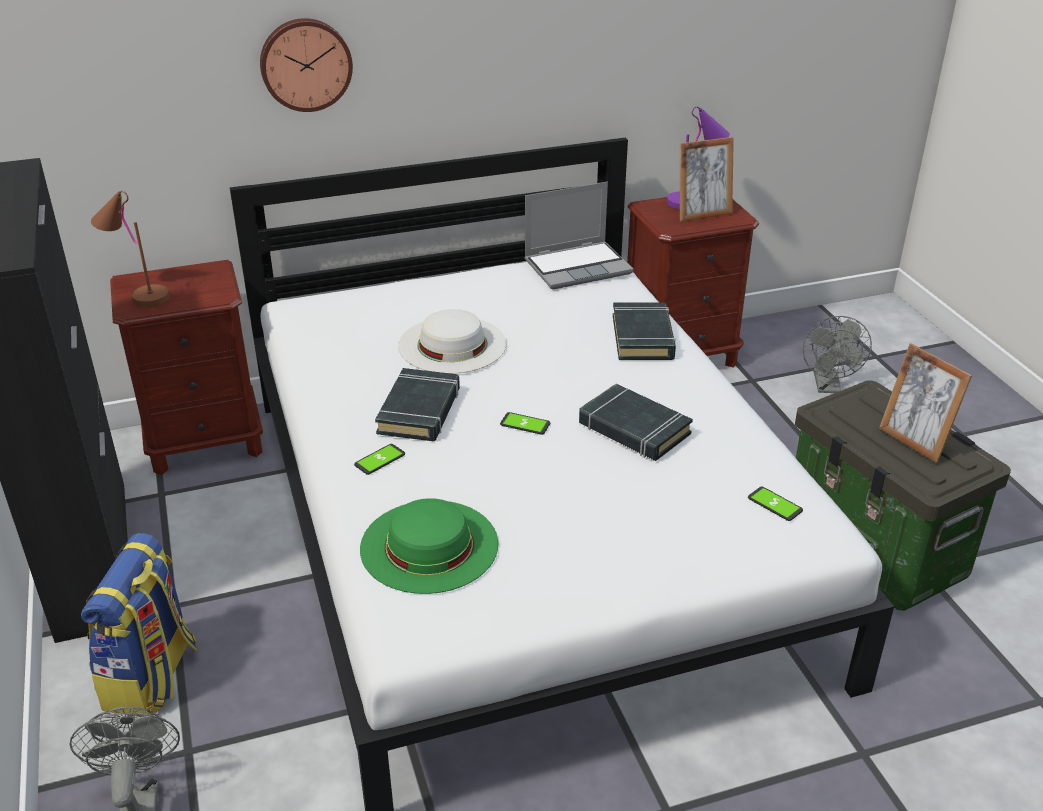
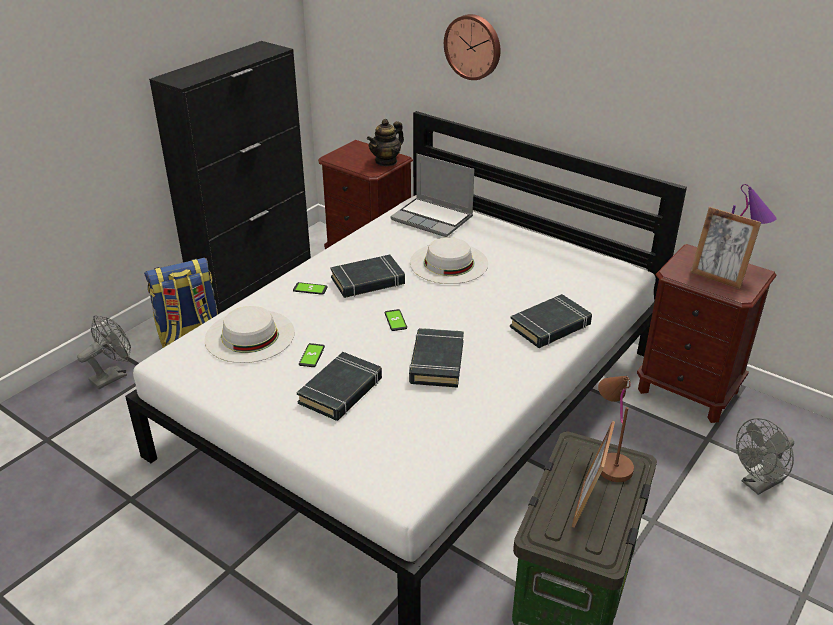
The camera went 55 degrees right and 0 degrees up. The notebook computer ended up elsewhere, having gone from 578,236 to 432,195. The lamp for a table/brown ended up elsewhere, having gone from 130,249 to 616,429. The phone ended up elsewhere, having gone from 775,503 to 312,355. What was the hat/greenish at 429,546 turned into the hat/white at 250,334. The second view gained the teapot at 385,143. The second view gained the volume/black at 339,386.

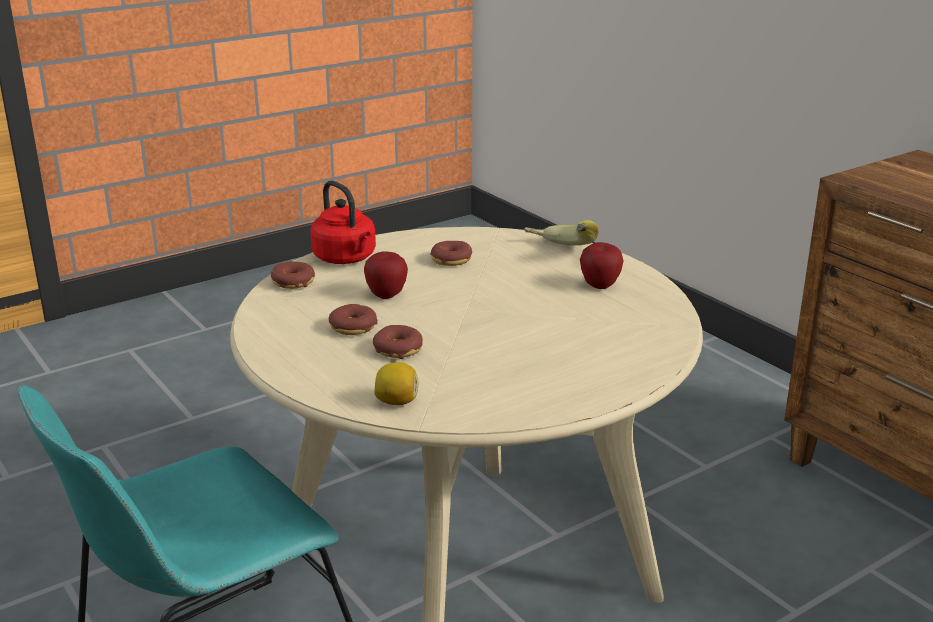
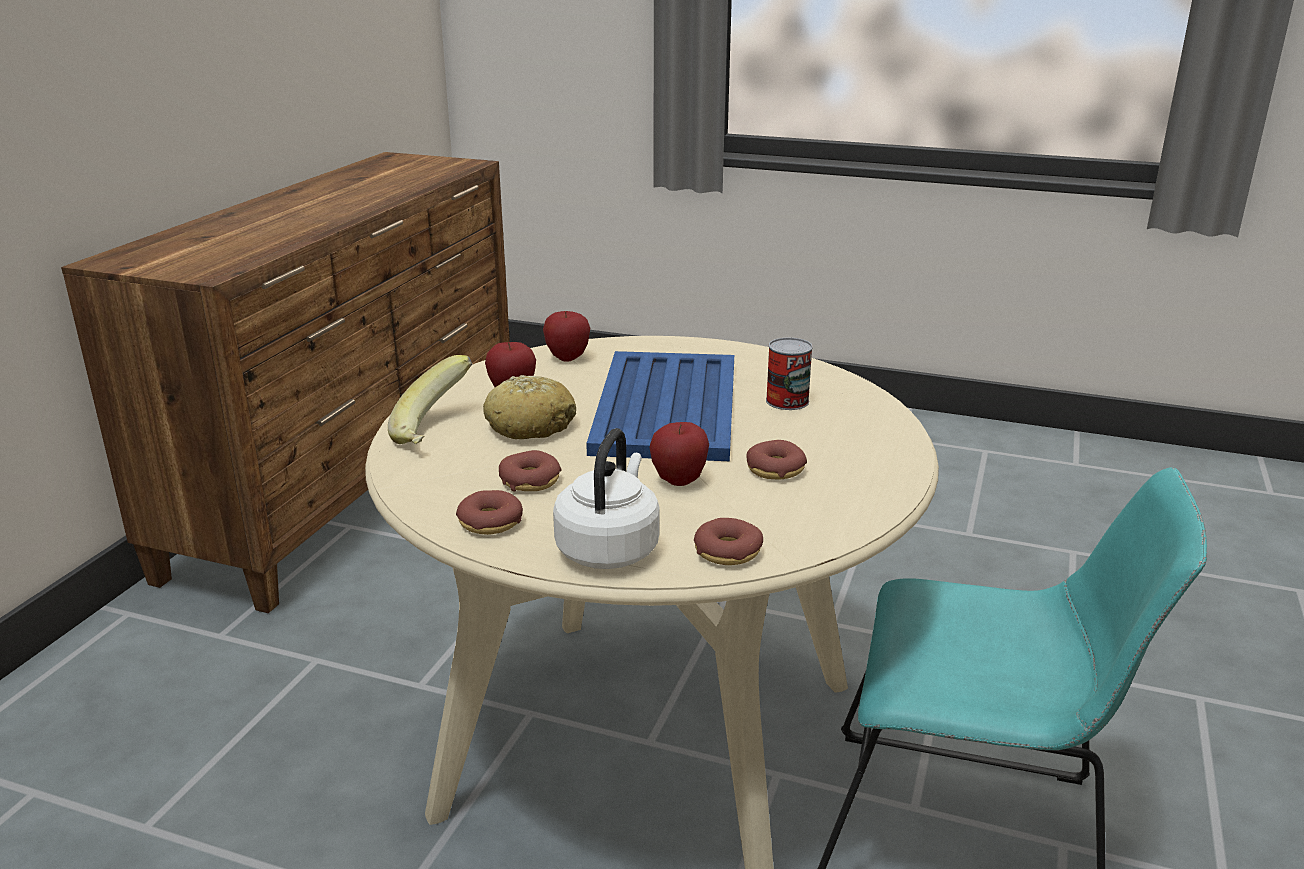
The camera went 125 degrees left and 0 degrees up. What was the water kettle/red at 343,222 turned into the water kettle/white at 606,498. The doughnut ended up elsewhere, having gone from 398,342 to 489,512. The second view lost the whole lemon at 396,383. The second view gained the apple fruit at 566,336. The second view gained the metal can at 789,373. The second view gained the serving tray/bluish at 660,406. The second view gained the bakery bread at 529,407.

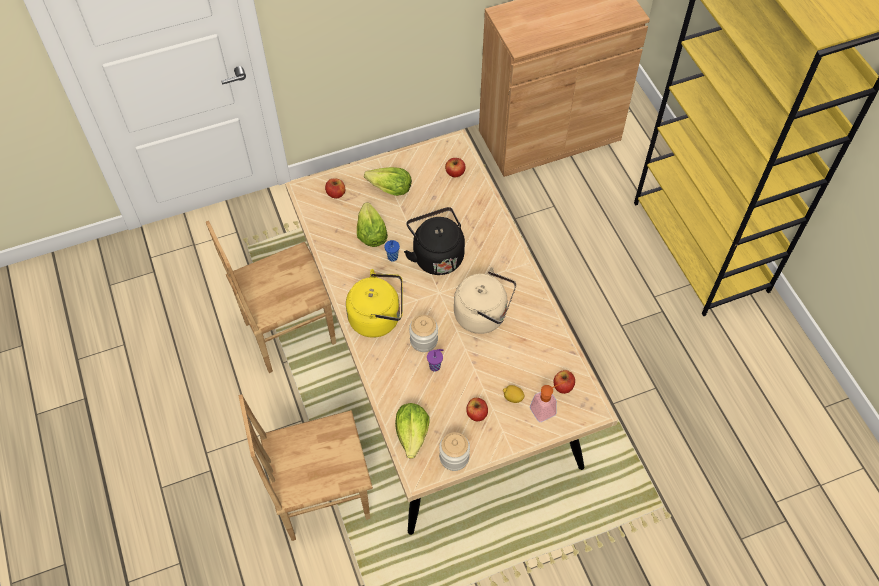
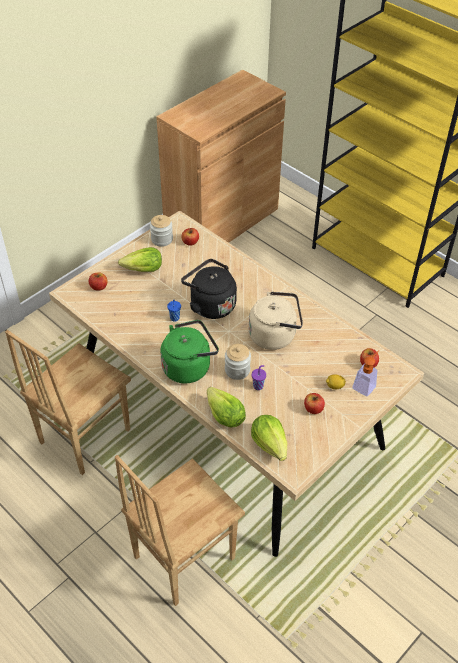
The camera went 25 degrees left and 10 degrees down. The lettuce head ended up elsewhere, having gone from 372,224 to 226,407. What was the water kettle/yellow-coloured at 374,303 turned into the water kettle/greenish at 189,351. The preserve jar ended up elsewhere, having gone from 454,451 to 161,231.

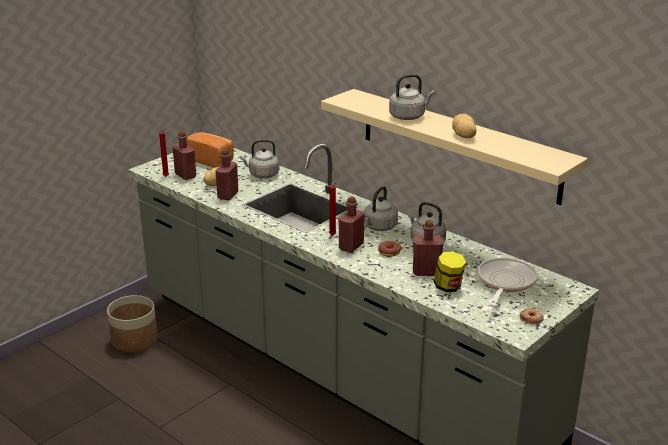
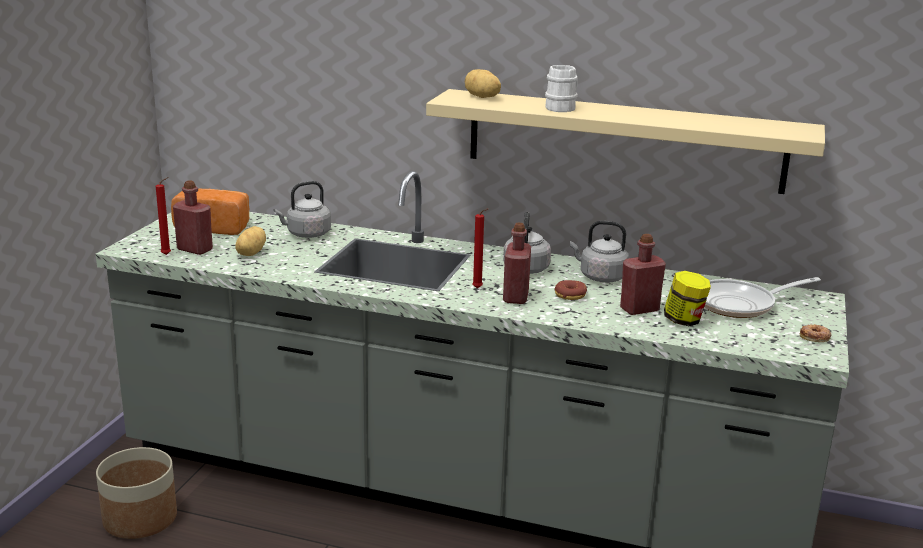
The camera went 25 degrees left and 5 degrees down. Where the water kettle/grey stood at 412,97, the coffee mug/white came to stand at 561,88. The spud ended up elsewhere, having gone from 464,126 to 483,83. The second view lost the drink bottle/red at 226,174. The skillet at 508,282 ended up facing another way, 105 degrees counterclockwise from before.

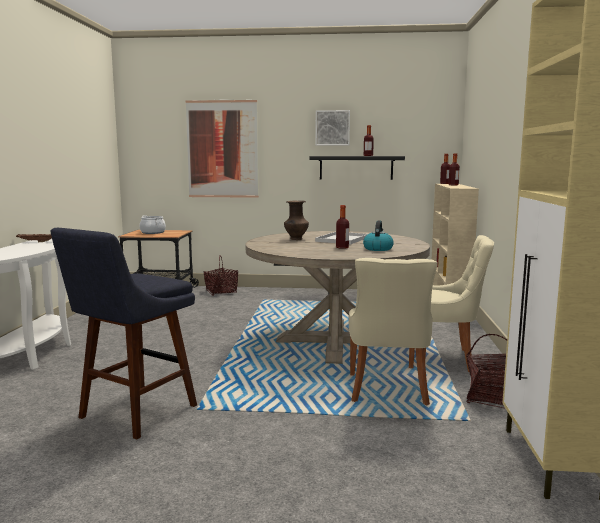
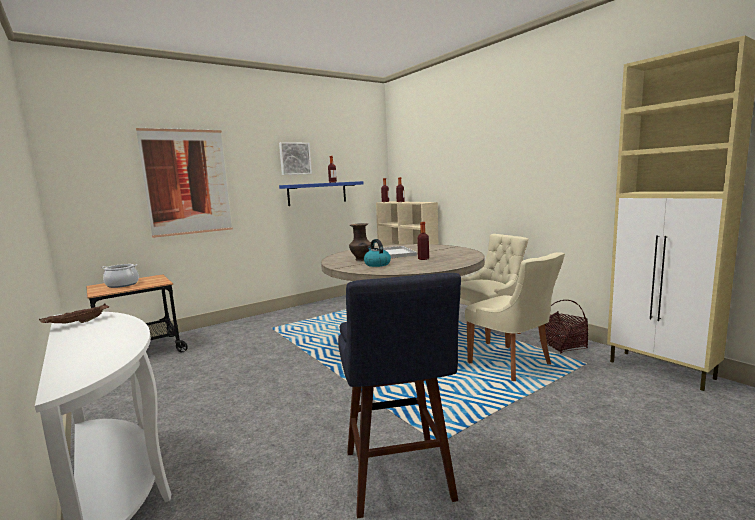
The camera went 40 degrees left and 0 degrees up. What was the shelf/black at 357,168 turned into the shelf/bluish at 321,193. The water kettle ended up elsewhere, having gone from 378,235 to 377,253. The second view lost the household basket at 221,275.

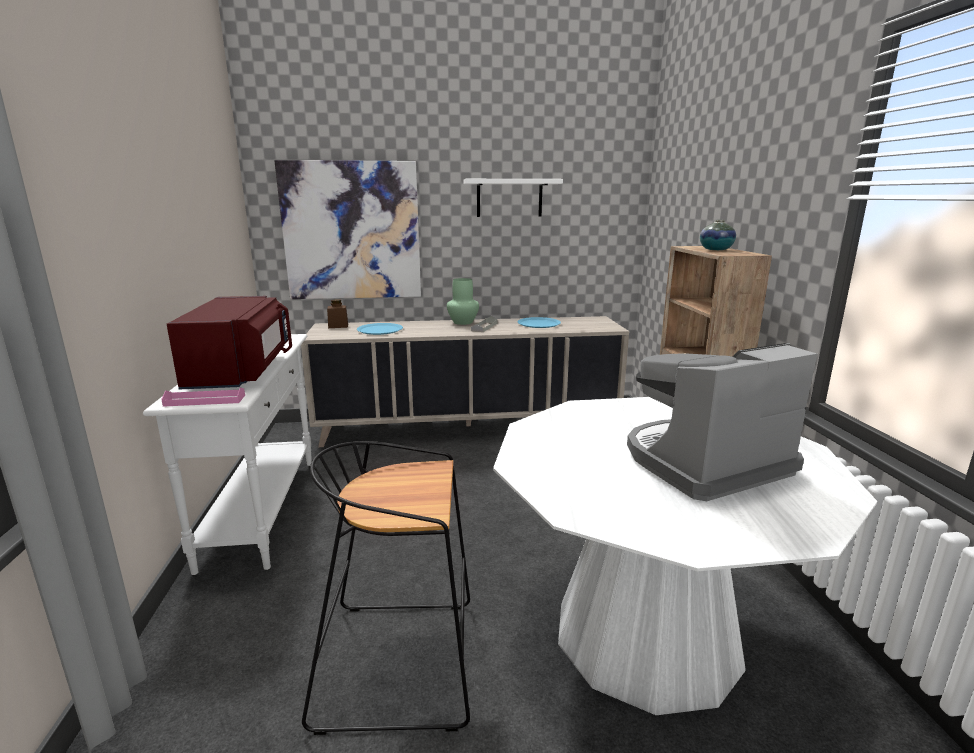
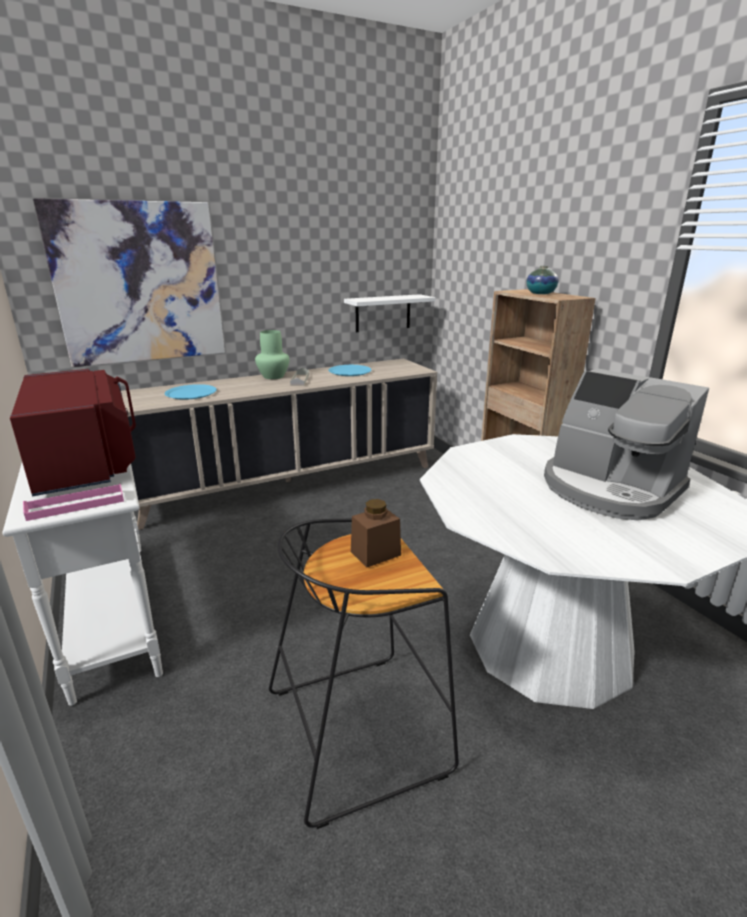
The camera went 20 degrees left and 5 degrees up. The shelf/white ended up elsewhere, having gone from 513,198 to 390,313. The preserve jar/brown ended up elsewhere, having gone from 337,313 to 376,533. The coffee machine at 722,422 ended up facing another way, 90 degrees counterclockwise from before.

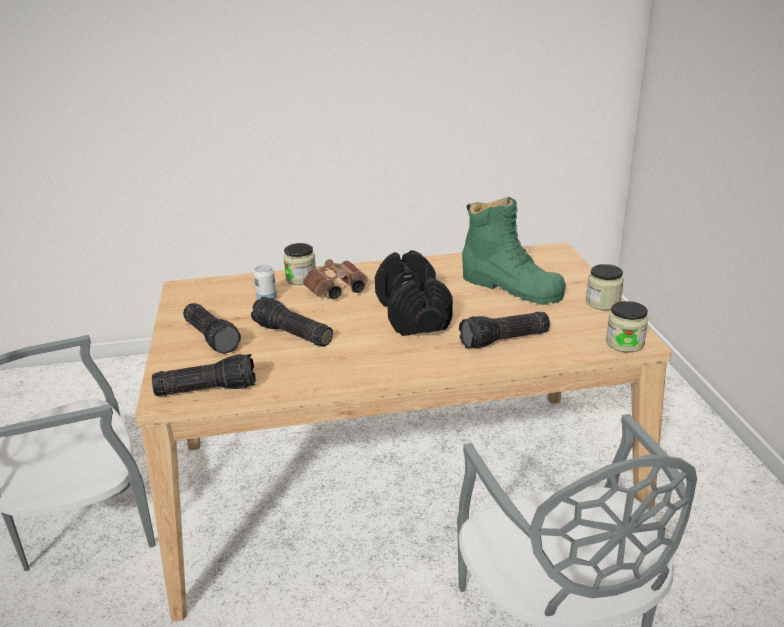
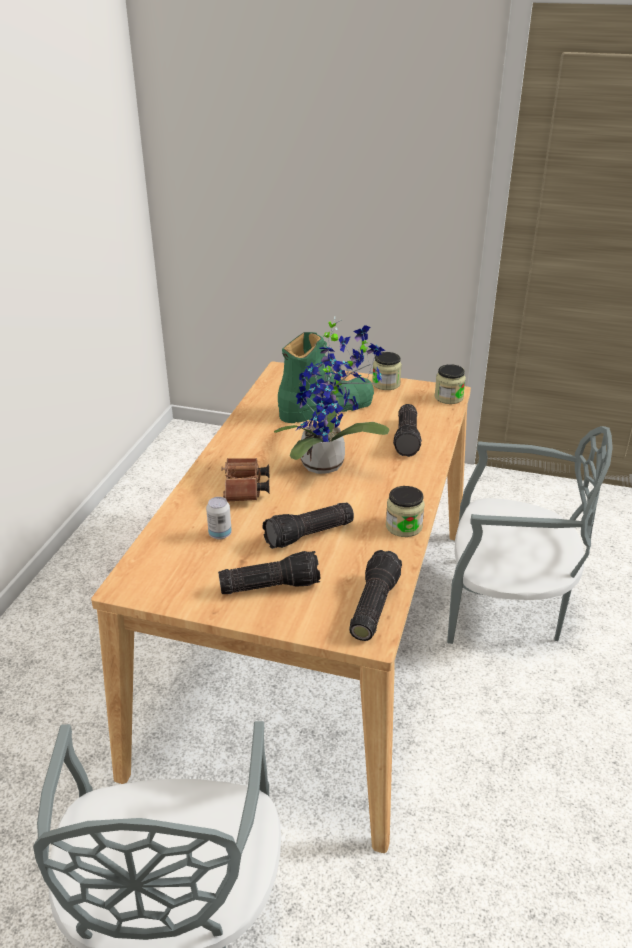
The camera went 65 degrees left and 5 degrees up. The preserve jar ended up elsewhere, having gone from 299,264 to 405,511. Where the dumbbell/black stood at 414,293, the houseplant came to stand at 332,395.

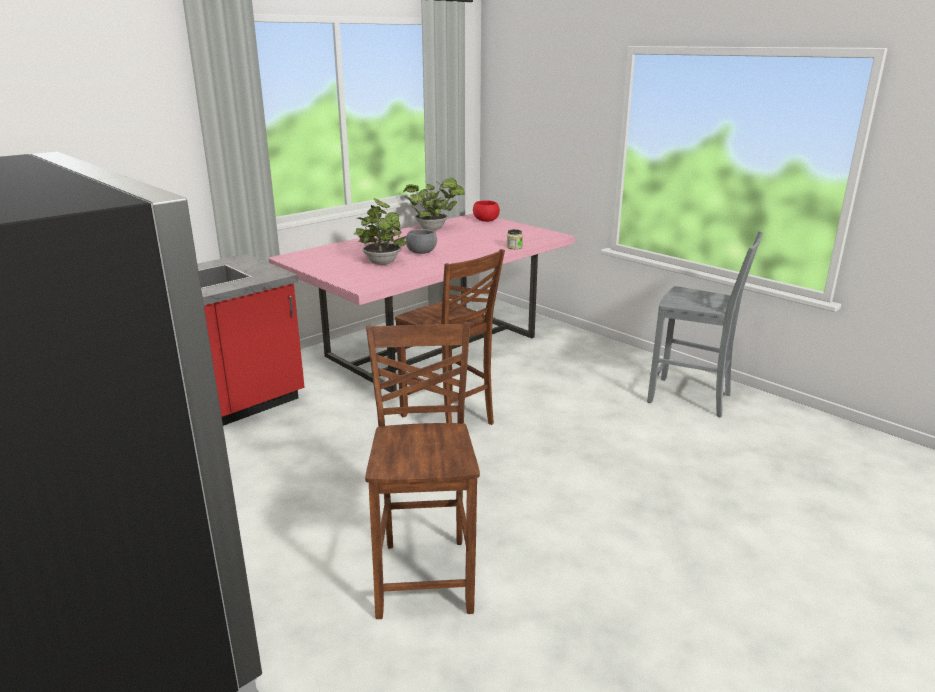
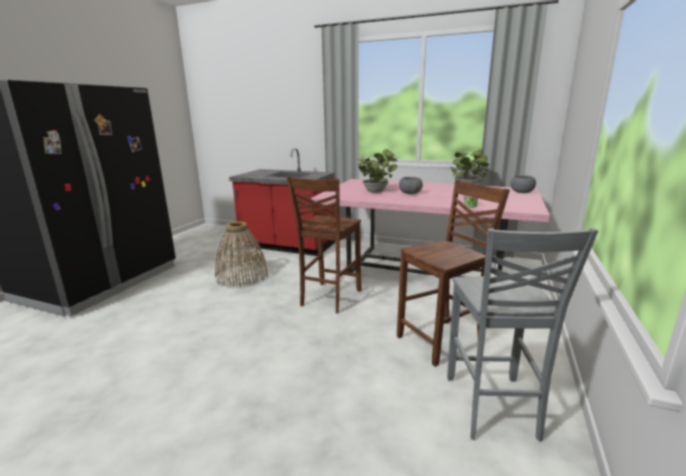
The camera went 65 degrees right and 5 degrees down. What was the bowl/red at 486,211 turned into the bowl/grey at 523,184. The chair/brown ended up elsewhere, having gone from 422,470 to 453,273. The second view gained the household basket at 241,255.

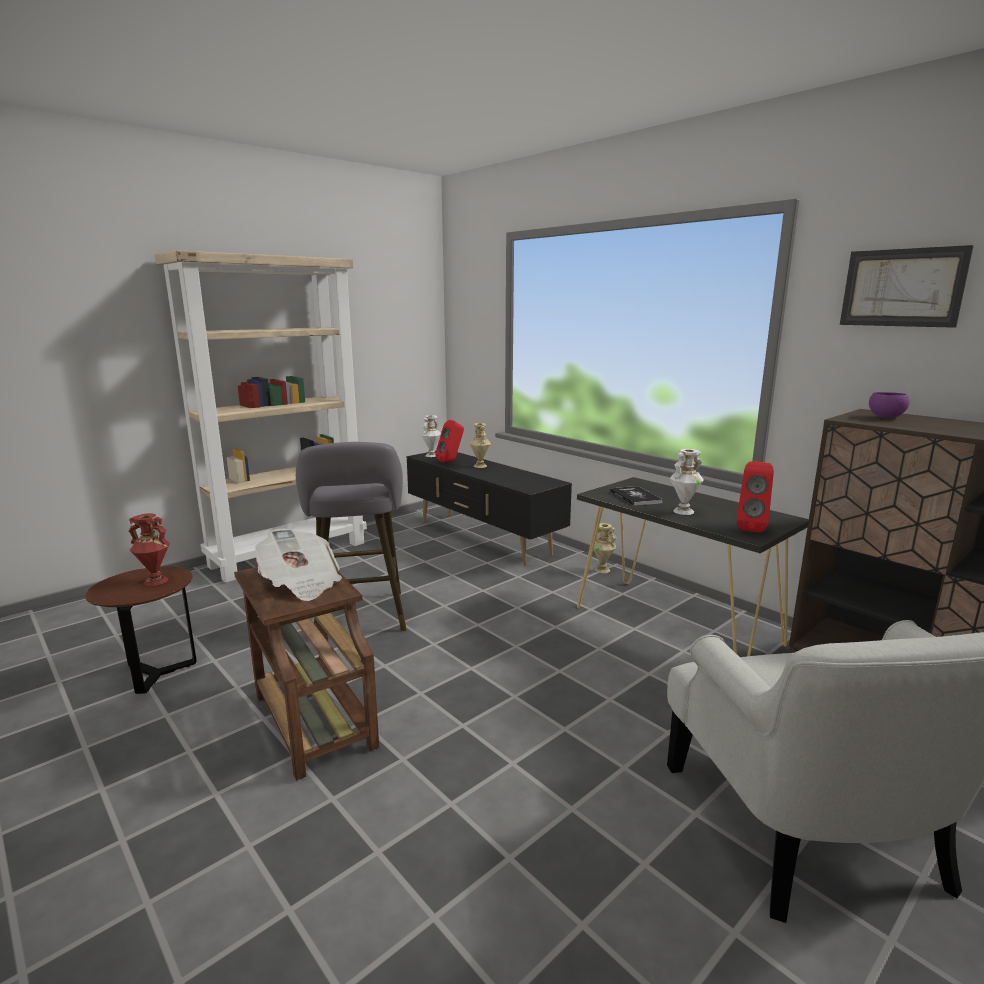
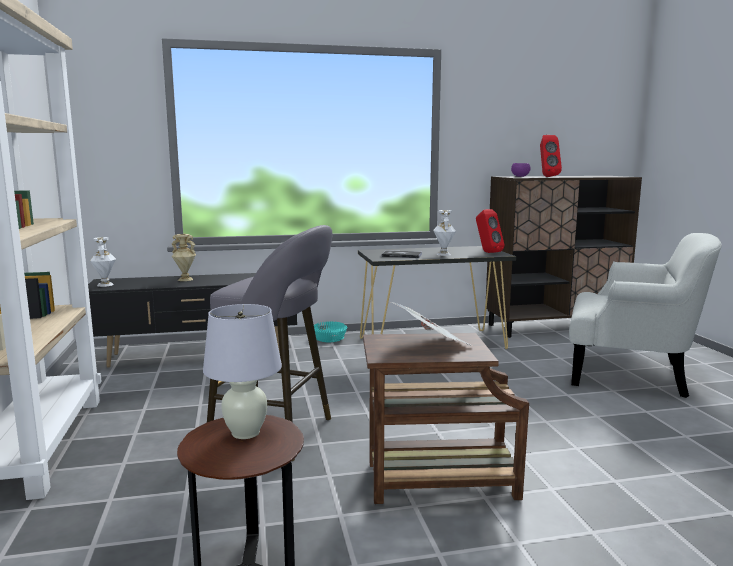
The camera went 60 degrees left and 5 degrees down. The second view lost the picture at 907,286. The loudspeaker/red ended up elsewhere, having gone from 449,441 to 551,156. Where the vase/red stood at 149,549, the lamp for a table/white came to stand at 242,371. Where the vase/beige-coloured stood at 604,548, the bowl/turquoise came to stand at 330,331.

